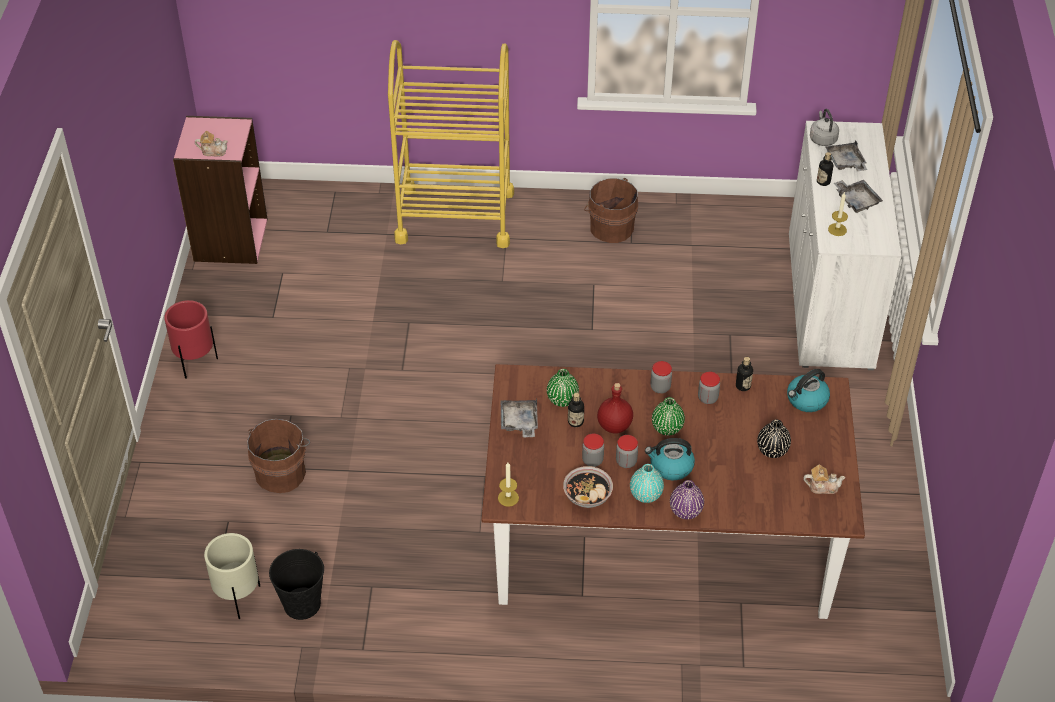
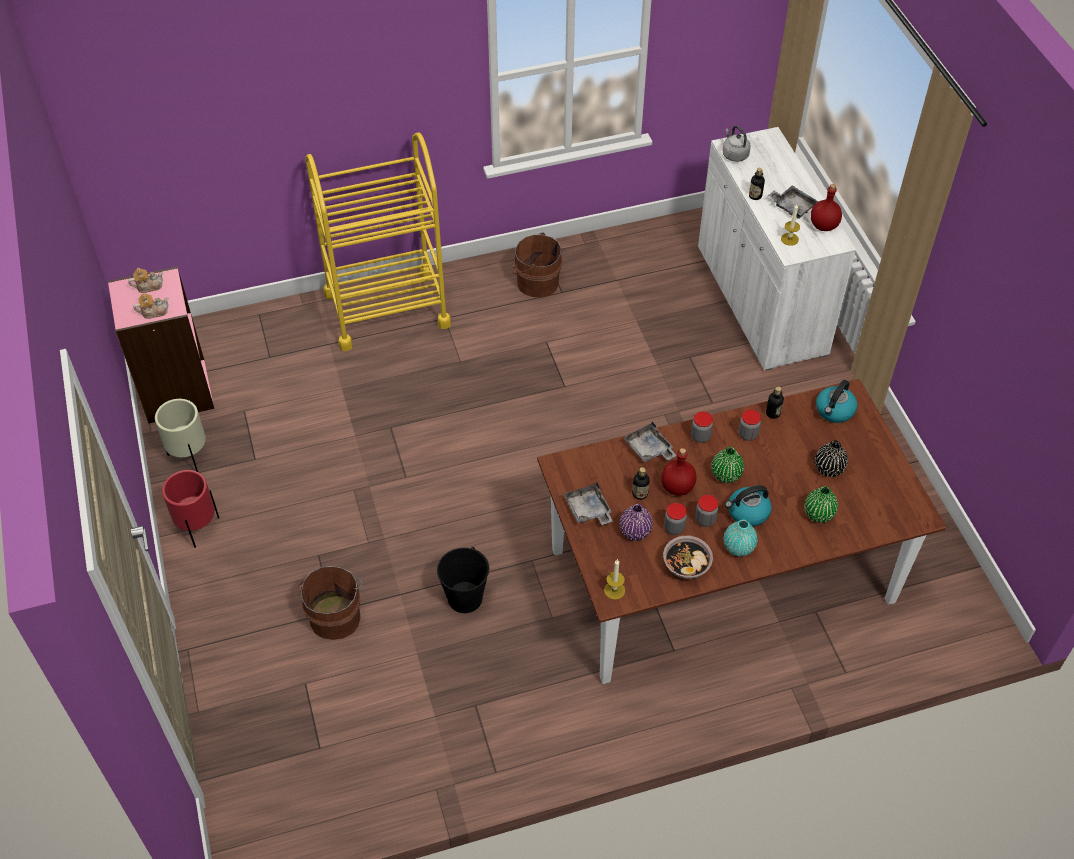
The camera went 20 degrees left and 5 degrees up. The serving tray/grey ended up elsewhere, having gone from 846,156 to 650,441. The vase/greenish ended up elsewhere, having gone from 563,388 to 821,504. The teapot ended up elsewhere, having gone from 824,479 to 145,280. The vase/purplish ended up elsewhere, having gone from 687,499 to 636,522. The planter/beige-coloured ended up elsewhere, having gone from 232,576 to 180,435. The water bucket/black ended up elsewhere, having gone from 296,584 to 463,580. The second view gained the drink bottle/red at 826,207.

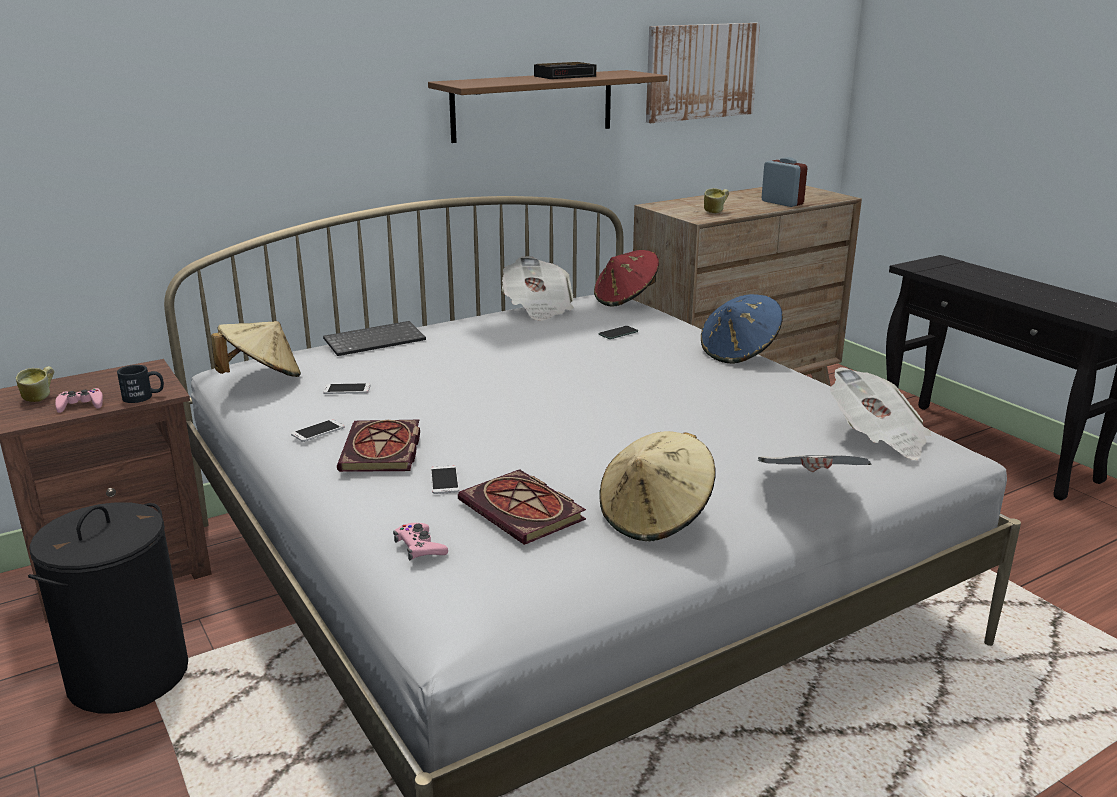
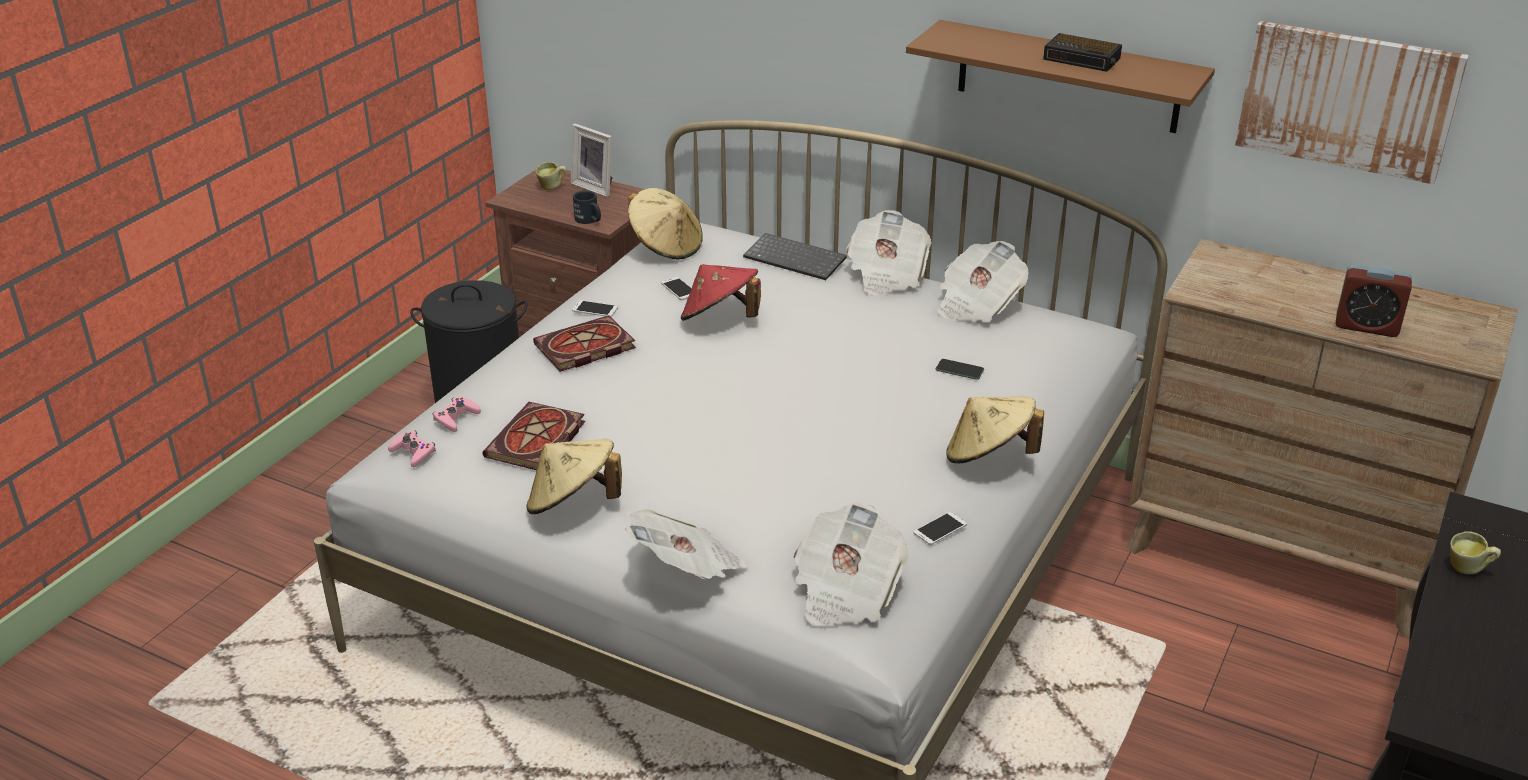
The camera went 60 degrees right and 10 degrees up. The bedside clock at 784,182 ended up facing another way, 90 degrees clockwise from before. The coffee mug ended up elsewhere, having gone from 716,200 to 1475,552. The hat/red ended up elsewhere, having gone from 626,278 to 721,292. What was the hat/bluish at 742,328 turned into the hat/beige-coloured at 995,429. The game controller/pink-coloured ended up elsewhere, having gone from 79,400 to 412,449. The phone ended up elsewhere, having gone from 445,479 to 940,528. The second view gained the photo frame at 591,160. The second view gained the newspaper at 889,252.

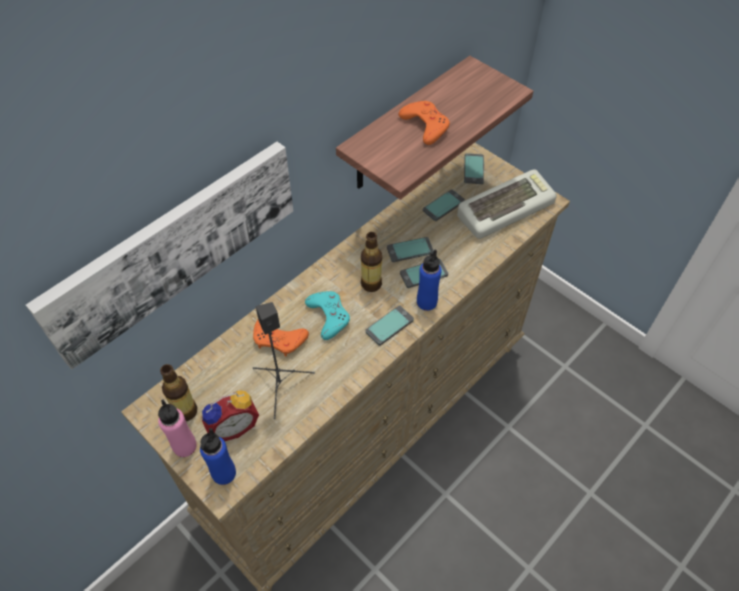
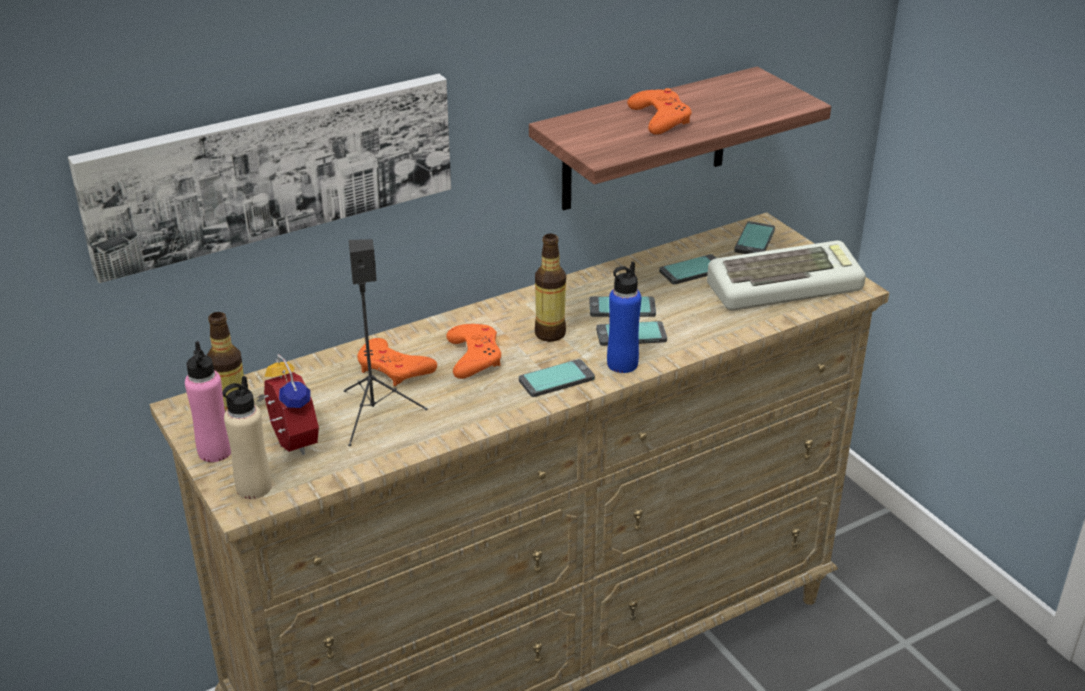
The camera went 15 degrees right and 20 degrees down. What was the game controller/turquoise at 327,315 turned into the game controller/orangey at 473,351. The bedside clock at 230,415 ended up facing another way, 105 degrees counterclockwise from before. What was the drink bottle/bluish at 218,456 turned into the drink bottle/beige-coloured at 247,437.

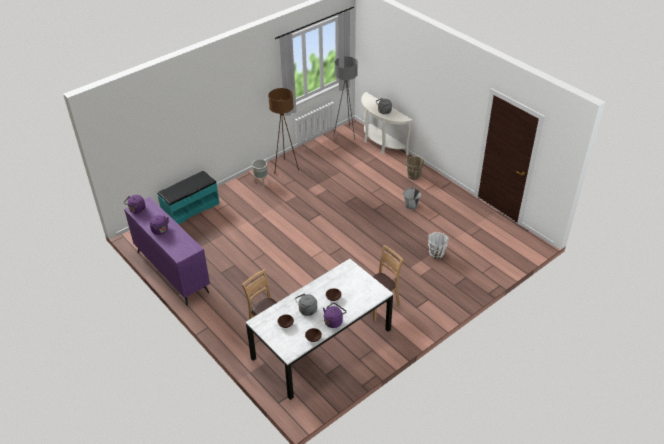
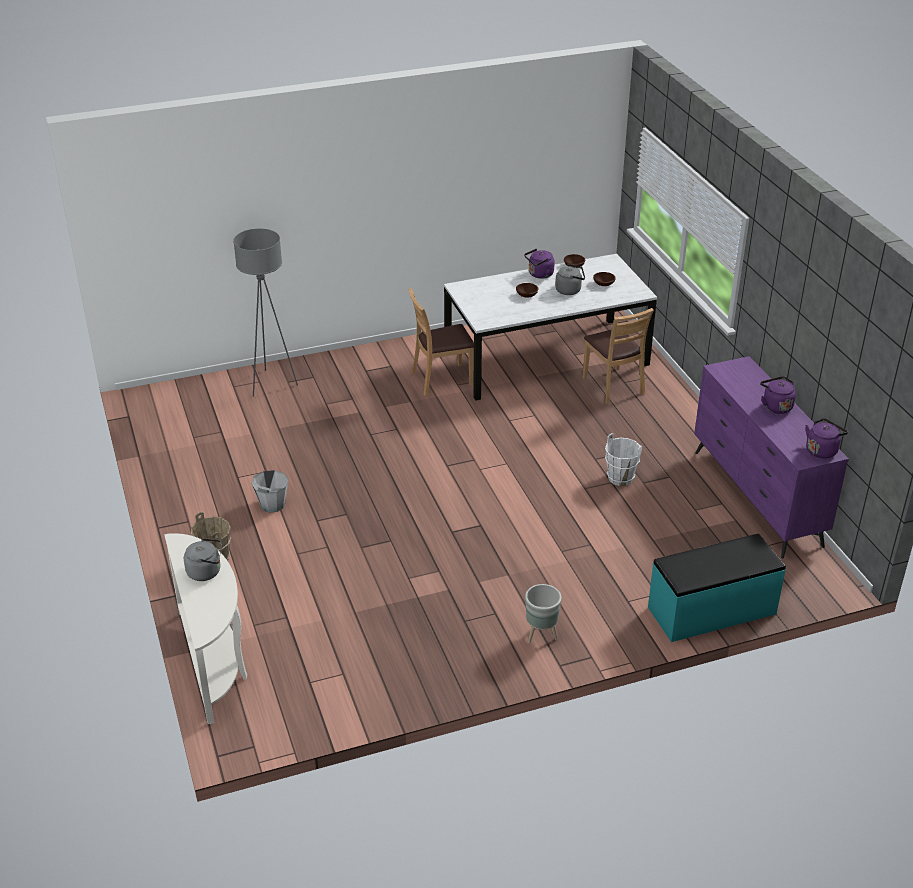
The camera went 160 degrees left and 5 degrees down. The floor lamp/grey ended up elsewhere, having gone from 345,98 to 265,313. The second view lost the floor lamp/brown at 283,131. The water bucket/white ended up elsewhere, having gone from 438,245 to 623,459.

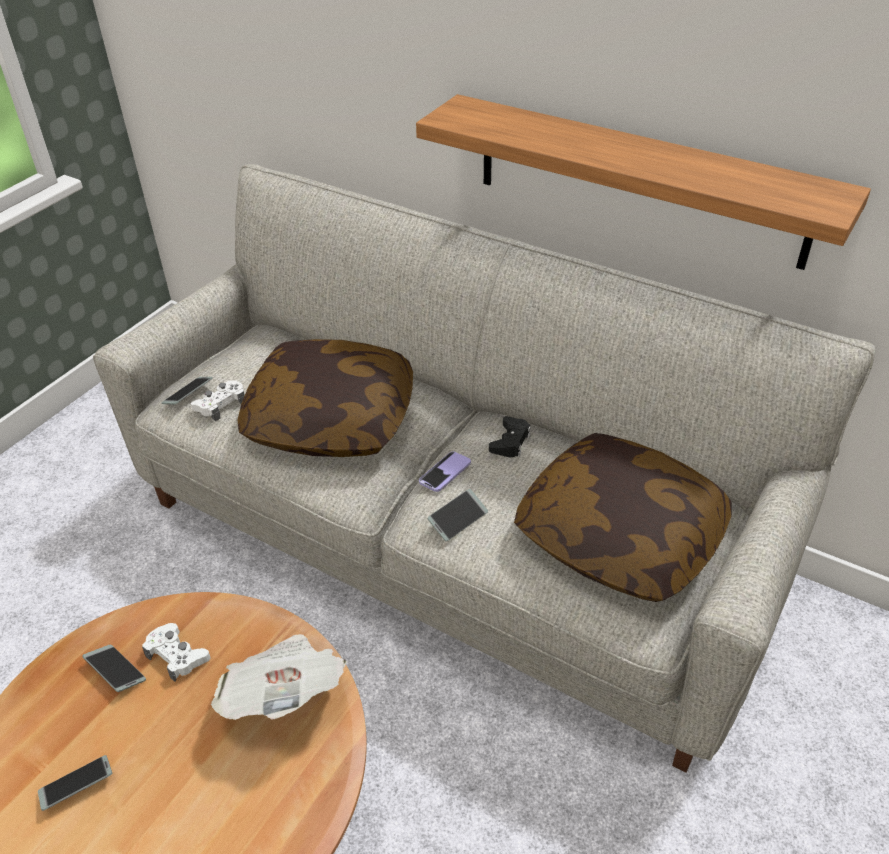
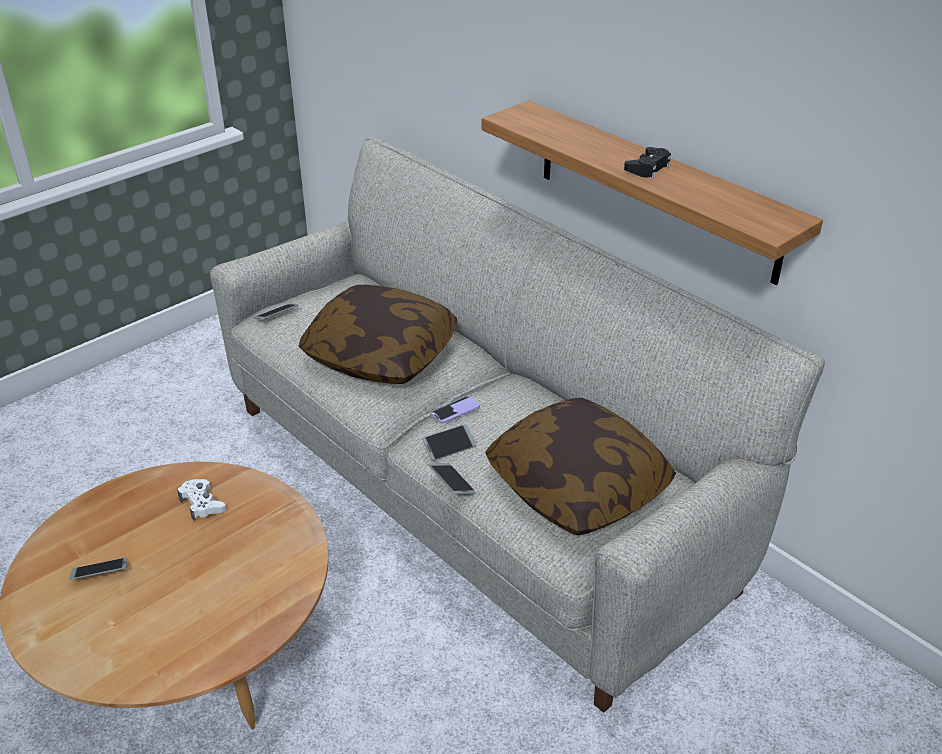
The camera went 15 degrees right and 5 degrees down. The second view lost the game controller/white at 218,400. The game controller/black ended up elsewhere, having gone from 510,436 to 647,162. The second view lost the newspaper at 279,677. The phone ended up elsewhere, having gone from 114,668 to 452,478.

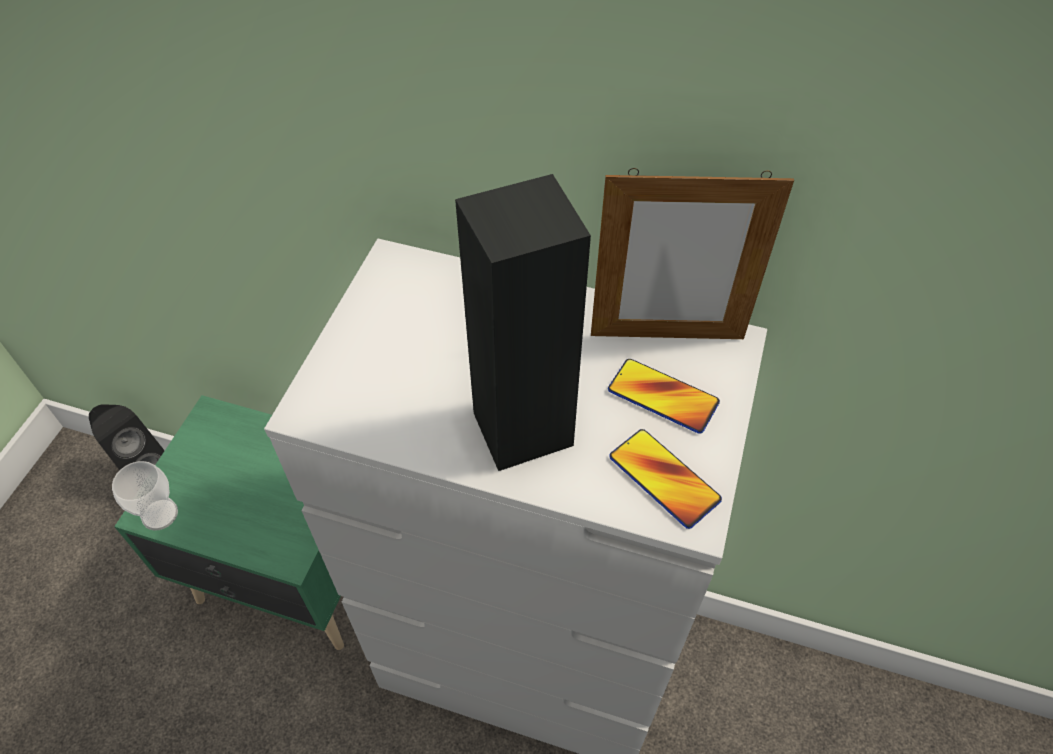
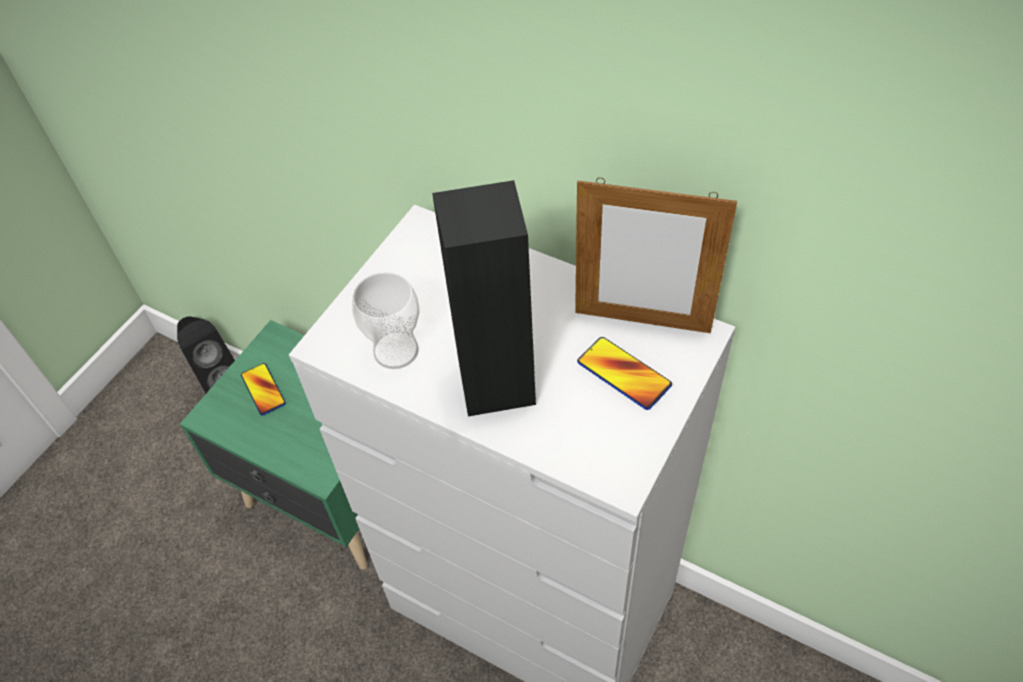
The camera went 15 degrees right and 0 degrees up. The phone ended up elsewhere, having gone from 665,479 to 263,389. The drinking cup ended up elsewhere, having gone from 145,495 to 386,320.

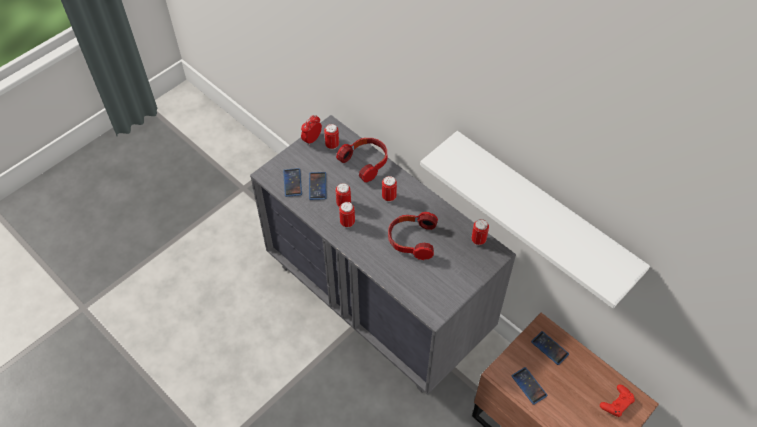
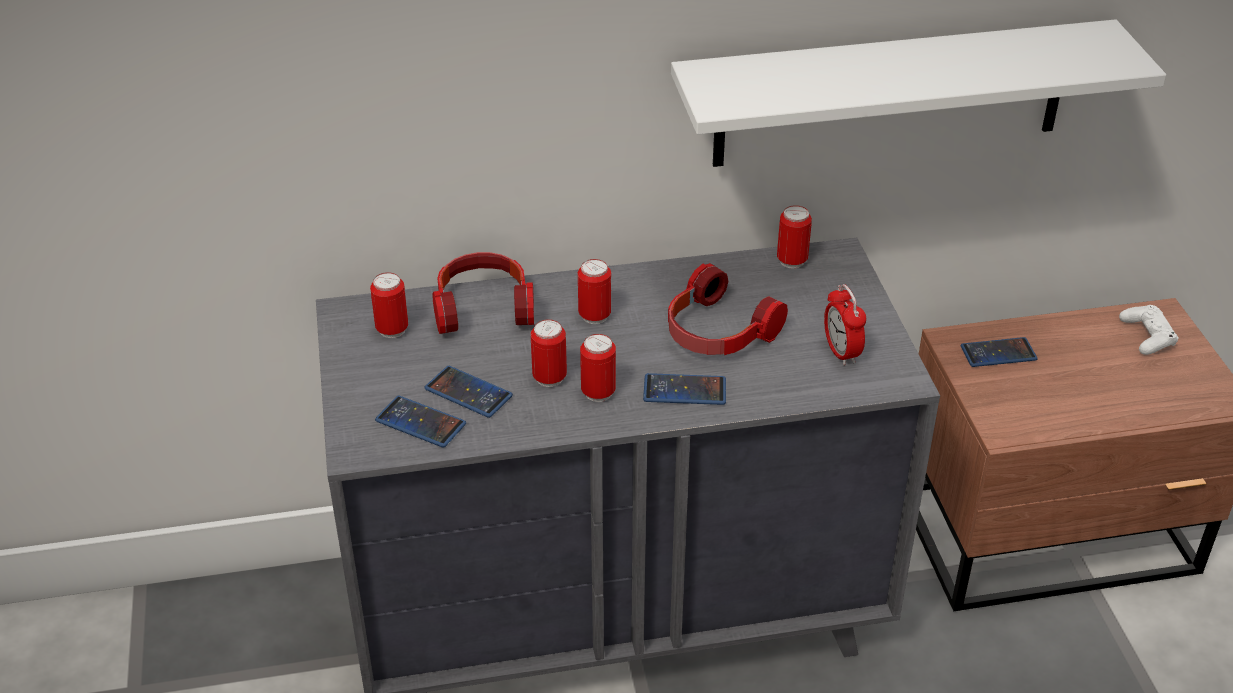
The camera went 55 degrees left and 15 degrees down. The bedside clock ended up elsewhere, having gone from 311,130 to 845,325. The phone ended up elsewhere, having gone from 530,386 to 684,389. What was the game controller/red at 617,400 turned into the game controller/white at 1149,330.

